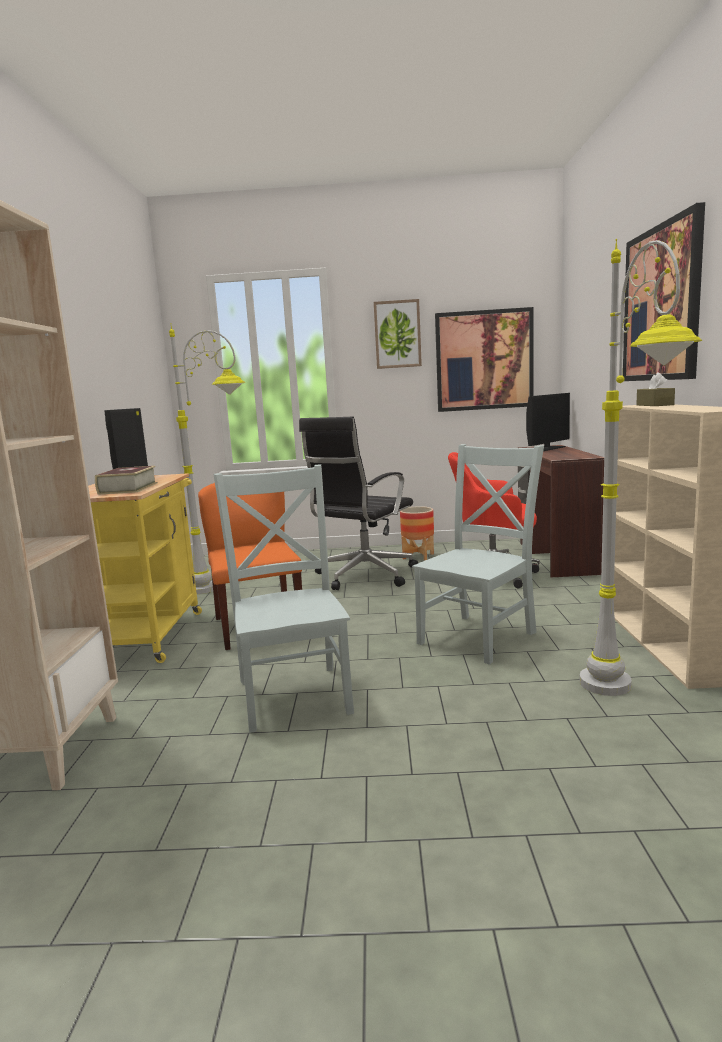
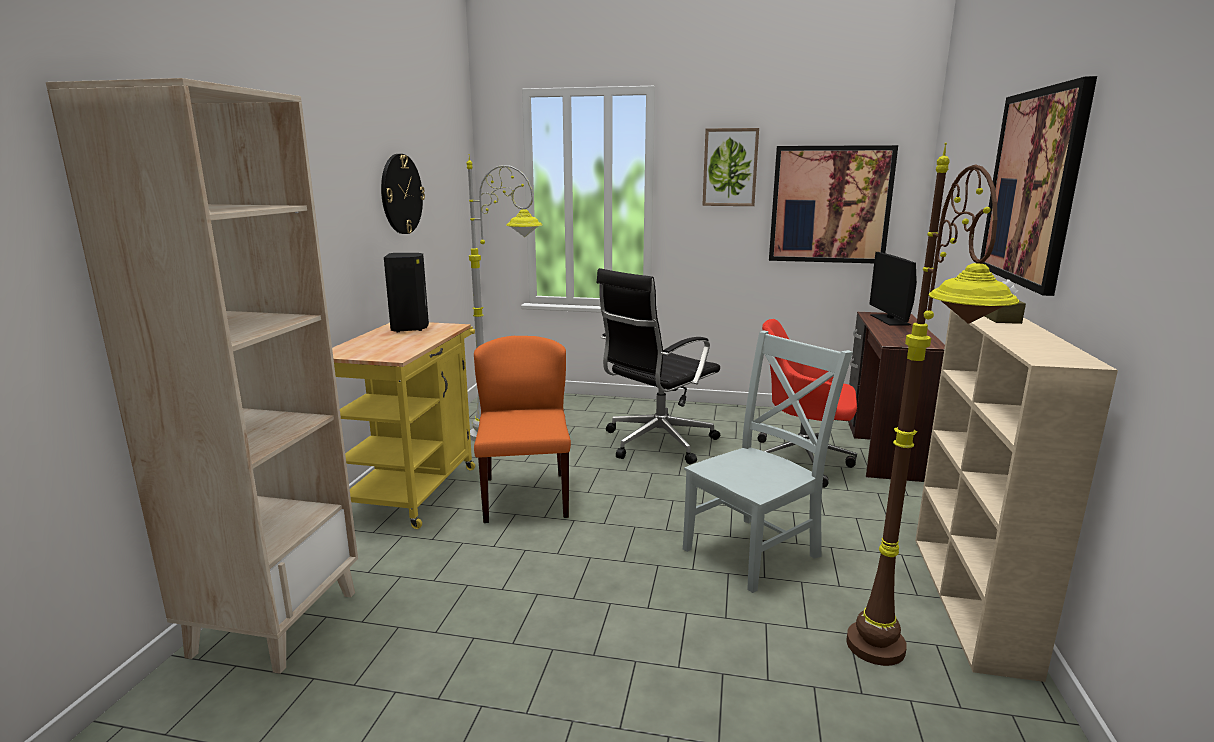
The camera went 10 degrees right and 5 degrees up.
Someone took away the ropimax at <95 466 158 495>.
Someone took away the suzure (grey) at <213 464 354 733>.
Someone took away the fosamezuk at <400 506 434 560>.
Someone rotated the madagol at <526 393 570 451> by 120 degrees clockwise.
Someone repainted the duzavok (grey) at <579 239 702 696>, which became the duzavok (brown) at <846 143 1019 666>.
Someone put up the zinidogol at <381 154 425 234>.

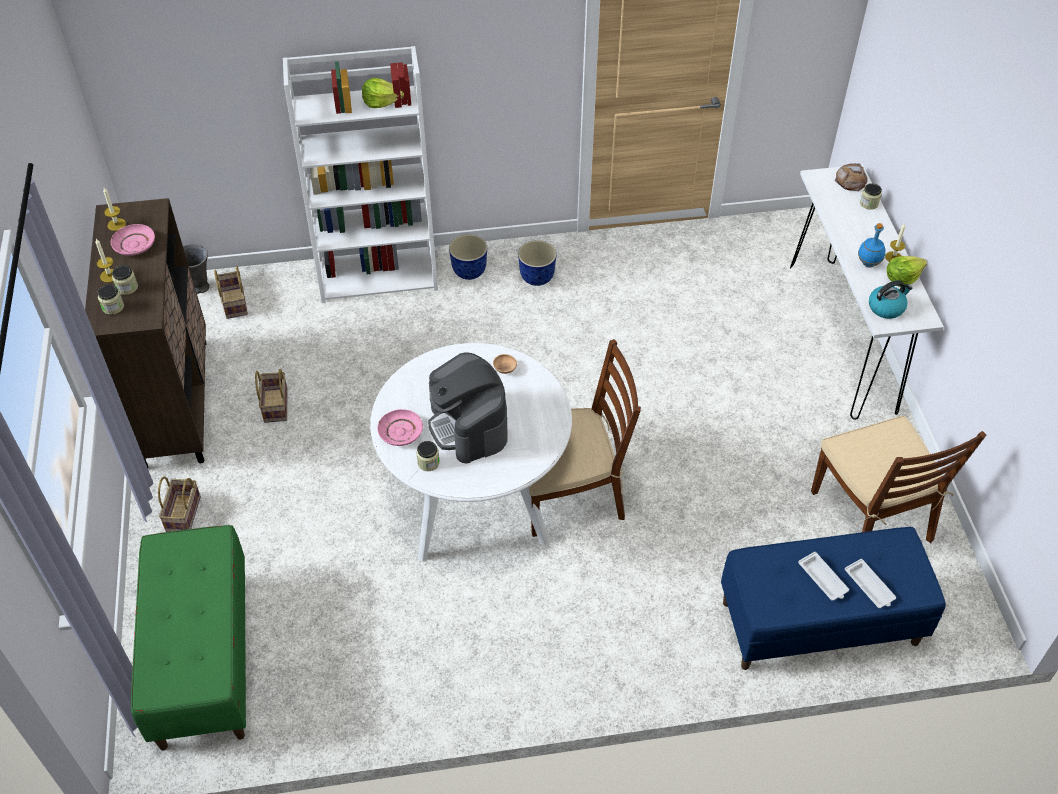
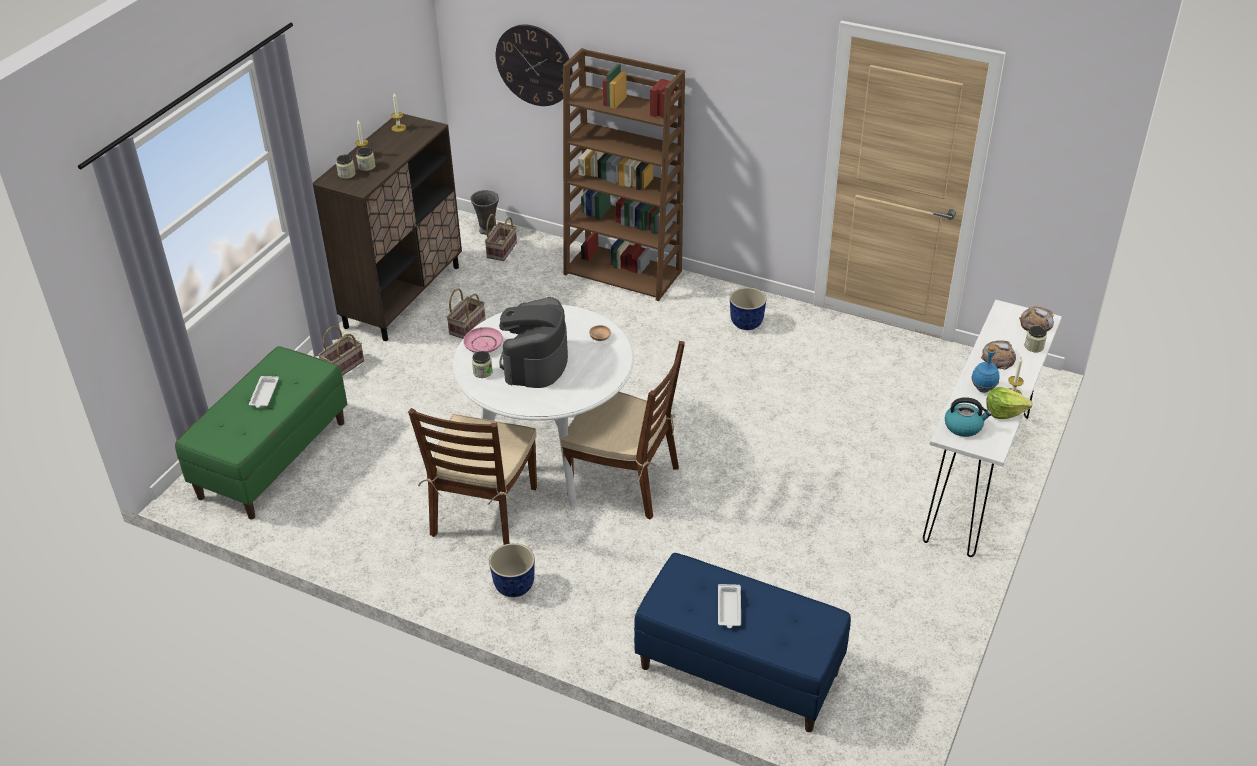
The camera went 35 degrees right and 10 degrees down.
Someone took away the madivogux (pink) at <111 224 155 256>.
Someone repainted the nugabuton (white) at <283 46 438 303>, which became the nugabuton (brown) at <563 48 685 301>.
Someone took away the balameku at <362 78 404 108>.
Someone carried the fosamezuk from <449 234 487 280> to <489 543 535 597>.
Someone carried the suzure (brown) from <811 416 986 543> to <408 408 537 545>.
Someone carried the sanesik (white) from <845 559 896 608> to <249 376 279 408>.
Someone put up the zinidogol at <496 24 573 106>.
Someone put down the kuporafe at <981 340 1016 370>.

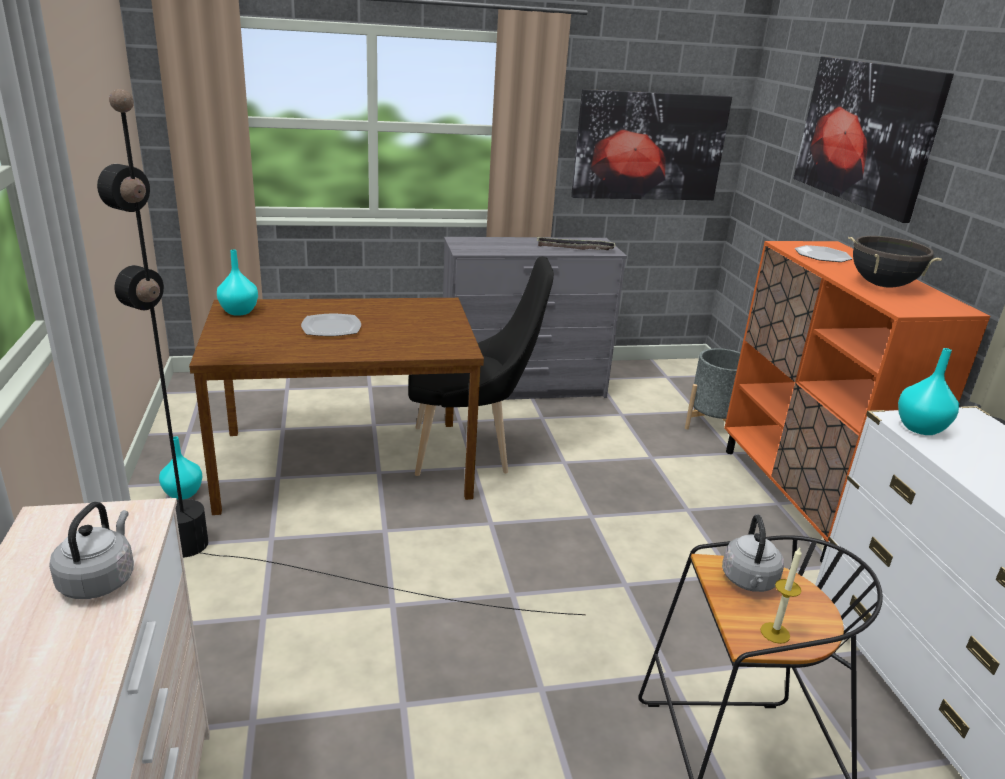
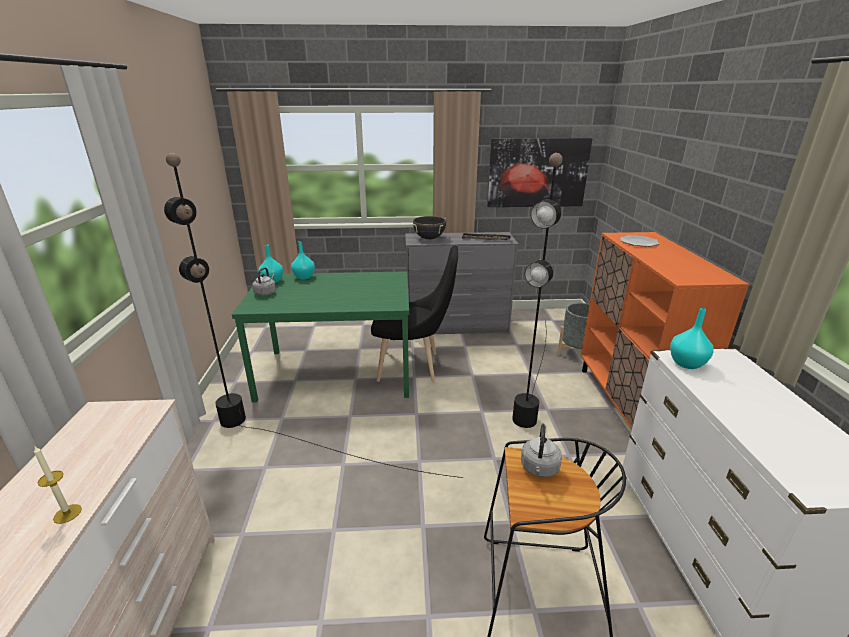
The camera went 10 degrees right and 0 degrees up.
Someone carried the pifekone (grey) from <49 502 134 599> to <252 267 276 296>.
Someone carried the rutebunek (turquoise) from <159 436 203 500> to <291 241 315 279>.
Someone repainted the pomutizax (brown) at <189 298 484 515>, which became the pomutizax (green) at <232 271 409 403>.
Someone took away the madivogux at <301 314 361 336>.
Someone carried the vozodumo from <760 548 802 644> to <34 446 82 524>.
Someone took away the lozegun at <793 56 954 223>.
Someone carried the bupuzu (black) from <848 236 942 288> to <412 216 446 240>.
Someone put down the duzavok (black) at <512 153 563 428>.

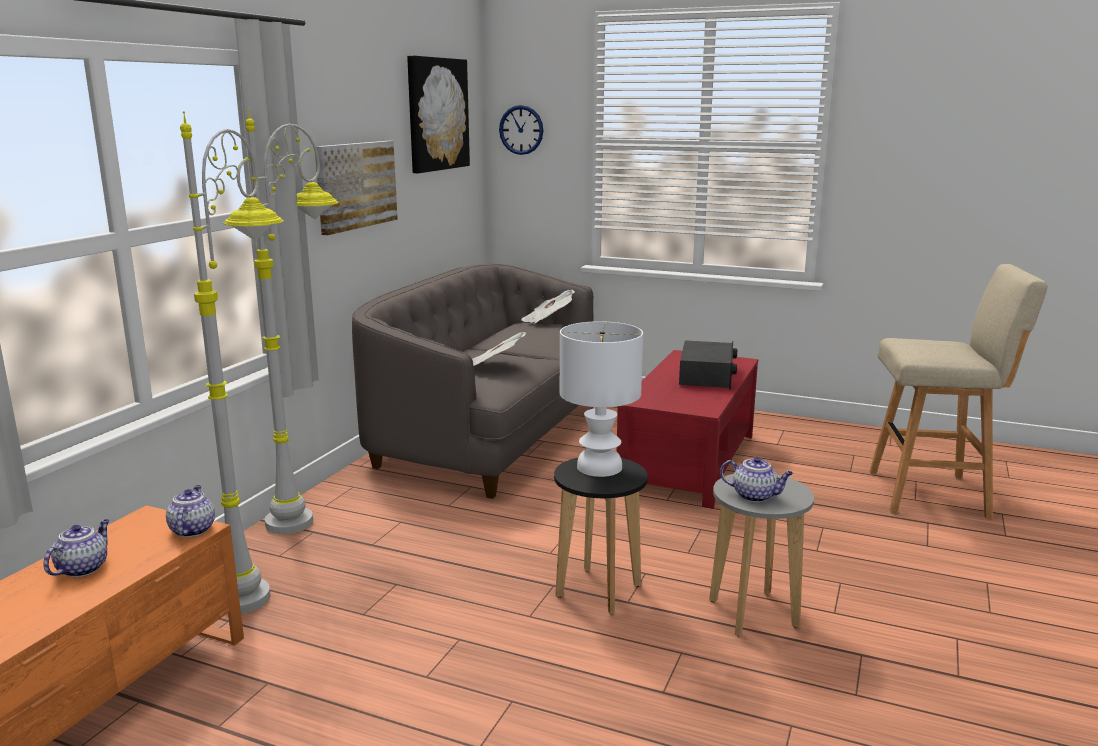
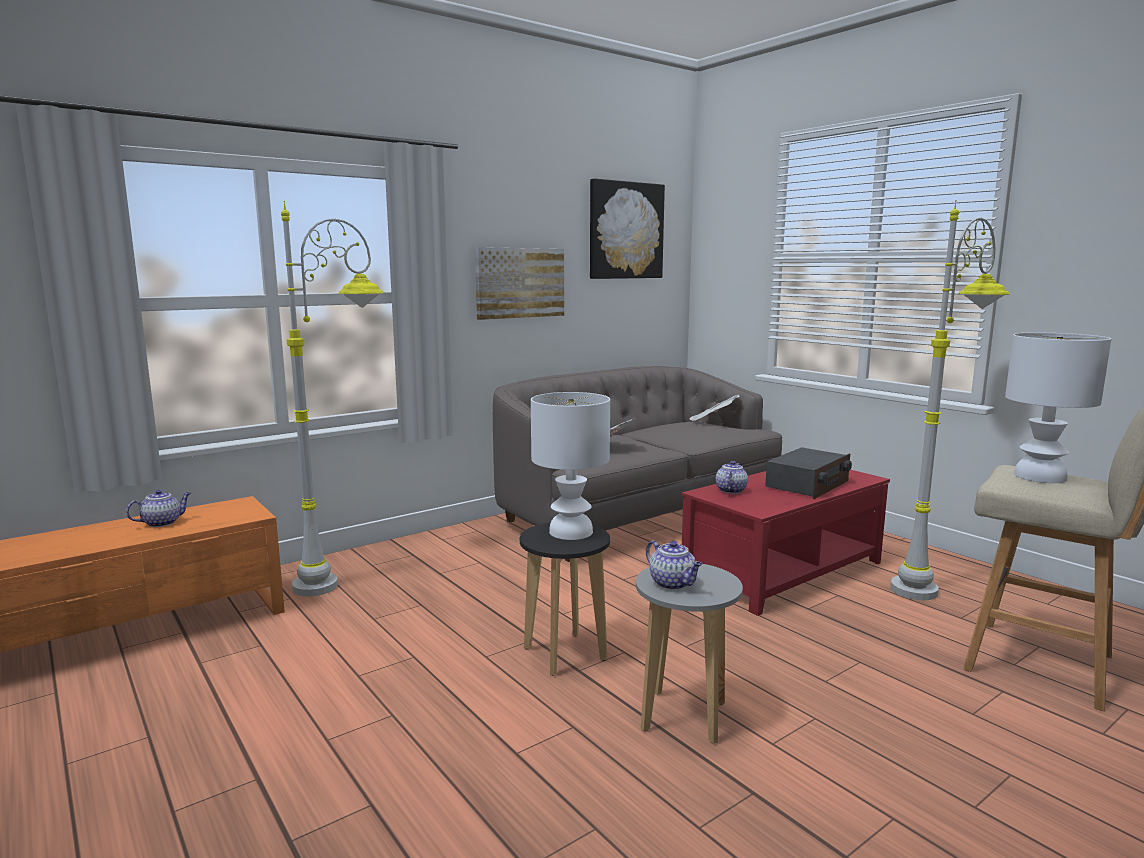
The camera went 30 degrees right and 5 degrees down.
Someone carried the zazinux from <166 485 215 537> to <716 461 748 494>.
Someone carried the duzavok (grey) from <245 109 338 534> to <890 200 1010 600>.
Someone took away the zinidogol at <499 105 543 155>.
Someone put down the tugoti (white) at <1005 333 1111 483>.

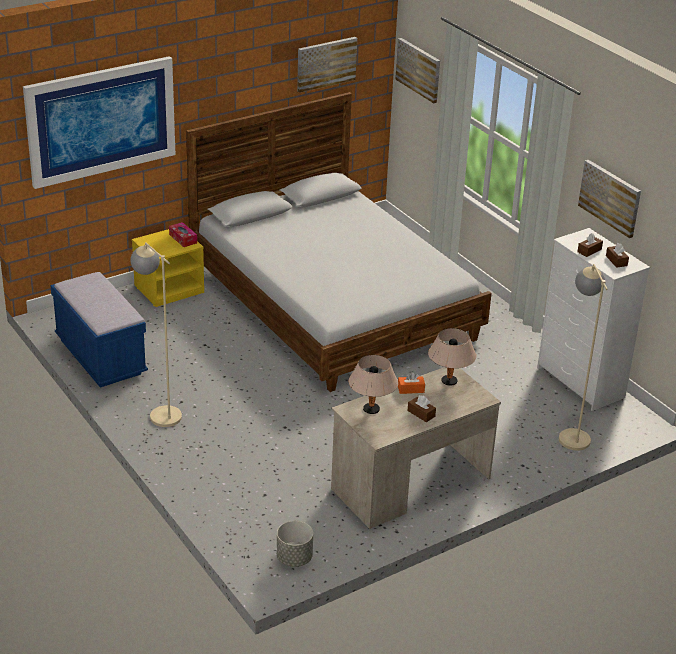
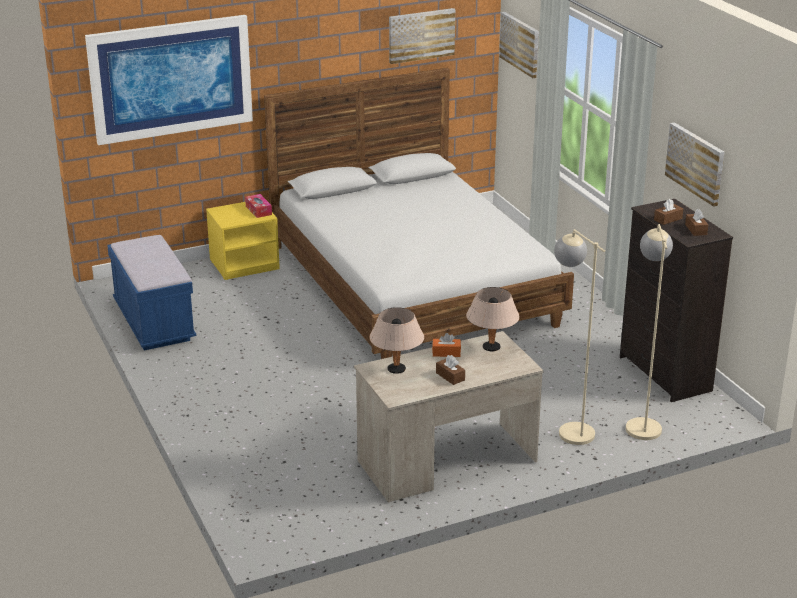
The camera went 10 degrees right and 5 degrees down.
Someone carried the duzavok (beige) from <130 242 182 427> to <554 229 605 445>.
Someone took away the fosamezuk (grey) at <277 521 313 567>.
Someone repainted the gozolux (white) at <537 228 650 411>, which became the gozolux (black) at <620 199 733 402>.

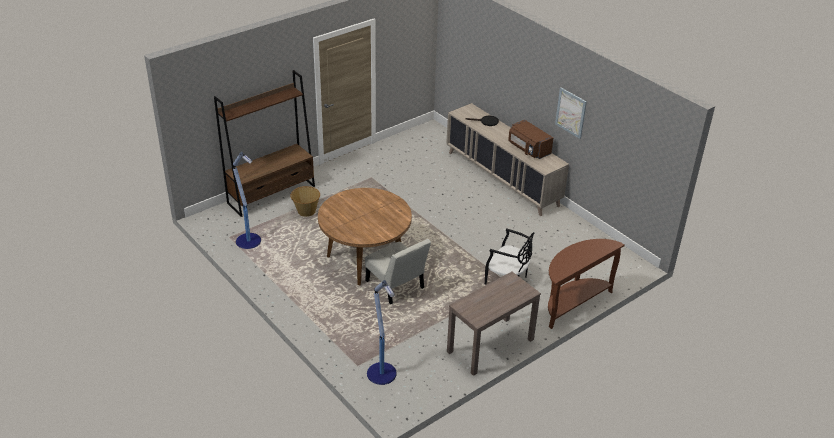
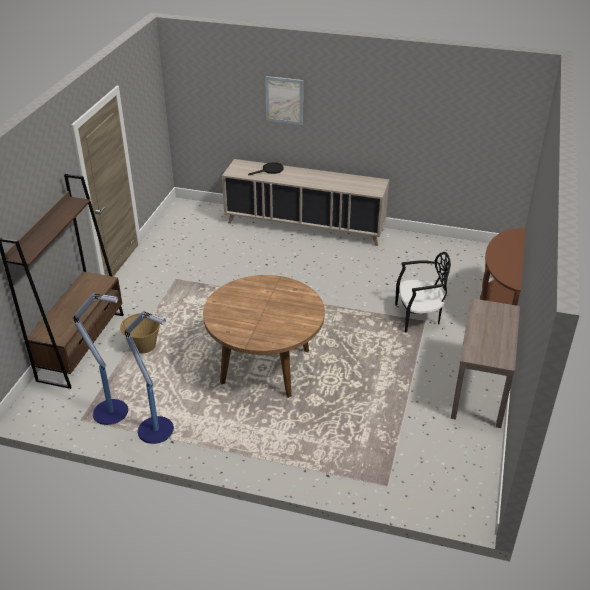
The camera went 35 degrees left and 0 degrees up.
Someone took away the suzure (white) at <365 239 431 304>.
Someone carried the duzavok from <367 280 397 385> to <125 311 174 444>.
Someone took away the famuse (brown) at <508 120 553 159>.
Someone carried the lozegun from <555 88 587 139> to <265 76 303 125>.

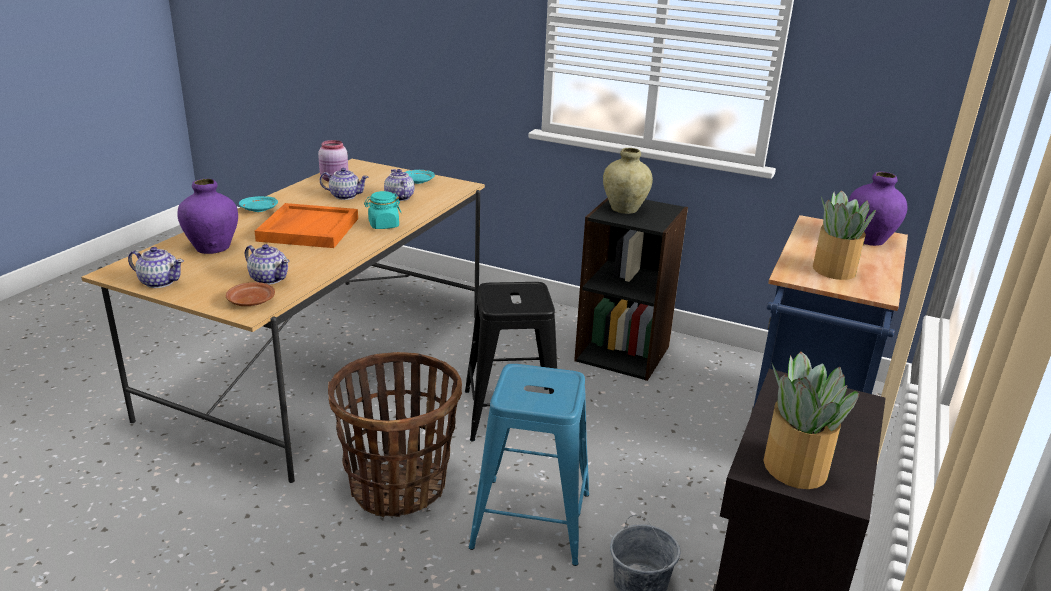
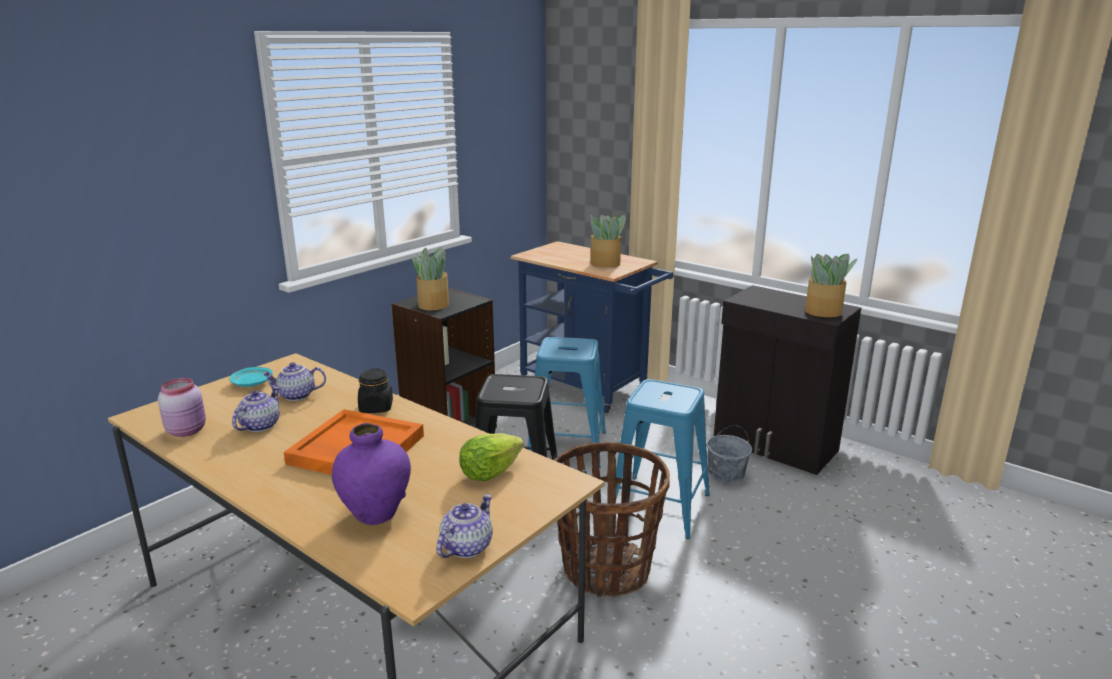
The camera went 75 degrees left and 5 degrees down.
Someone took away the madivogux (brown) at <226 282 275 306>.
Someone took away the madivogux (turquoise) at <239 196 278 212>.
Someone swapped the zazinux at <245 244 289 285> for the balameku at <459 433 524 481>.
Someone repainted the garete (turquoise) at <364 191 402 229>, which became the garete (black) at <358 368 393 413>.
Someone swapped the rutebunek (beige) at <603 148 653 214> for the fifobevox at <412 247 449 311>.
Someone took away the rutebunek (purple) at <848 171 907 246>.
Someone put down the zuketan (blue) at <528 337 606 468>.

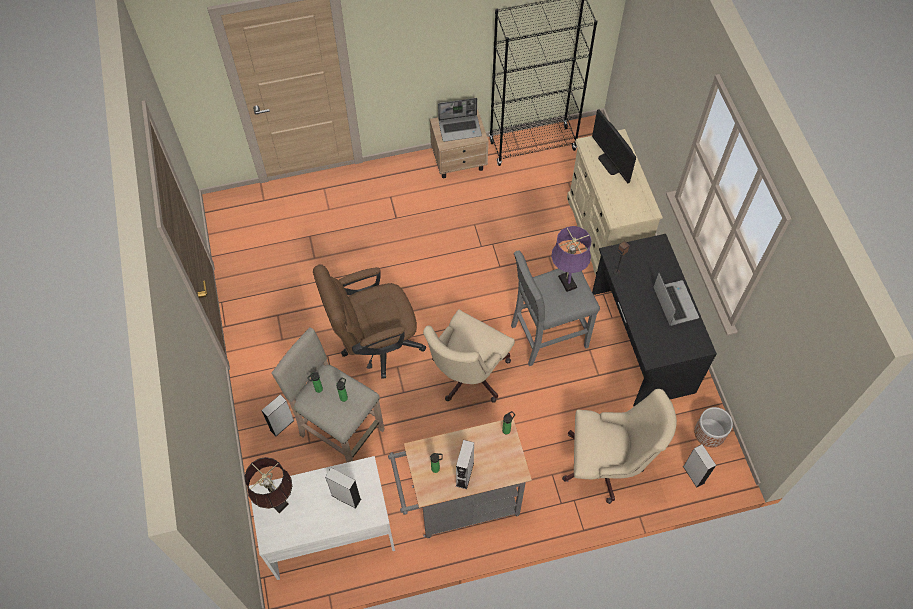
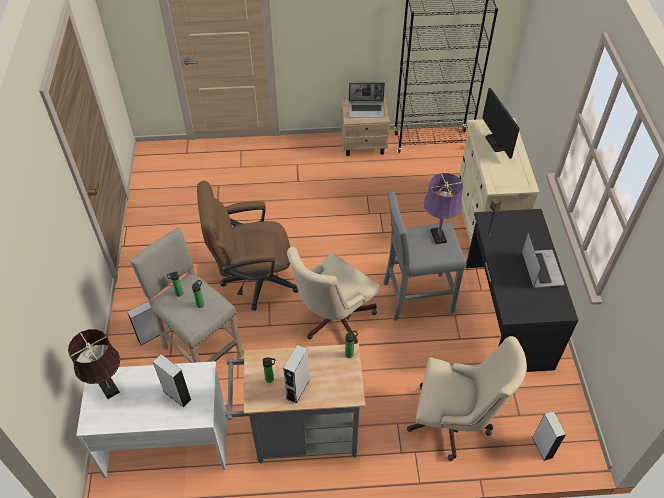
The camera went 10 degrees right and 10 degrees down.
Someone took away the fosamezuk at <694 407 733 447>.

